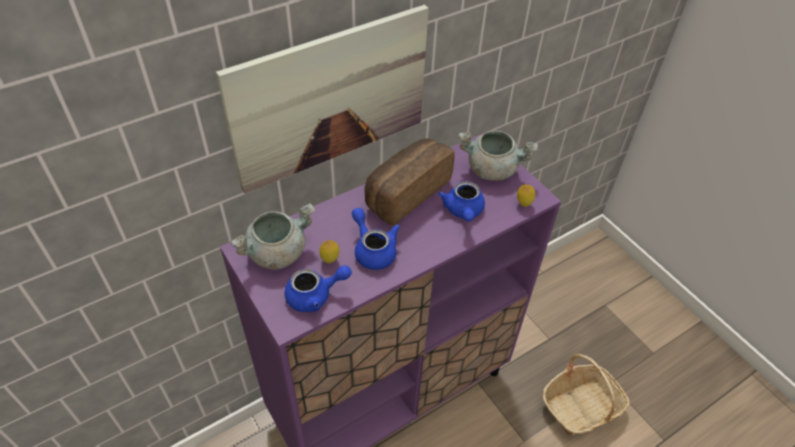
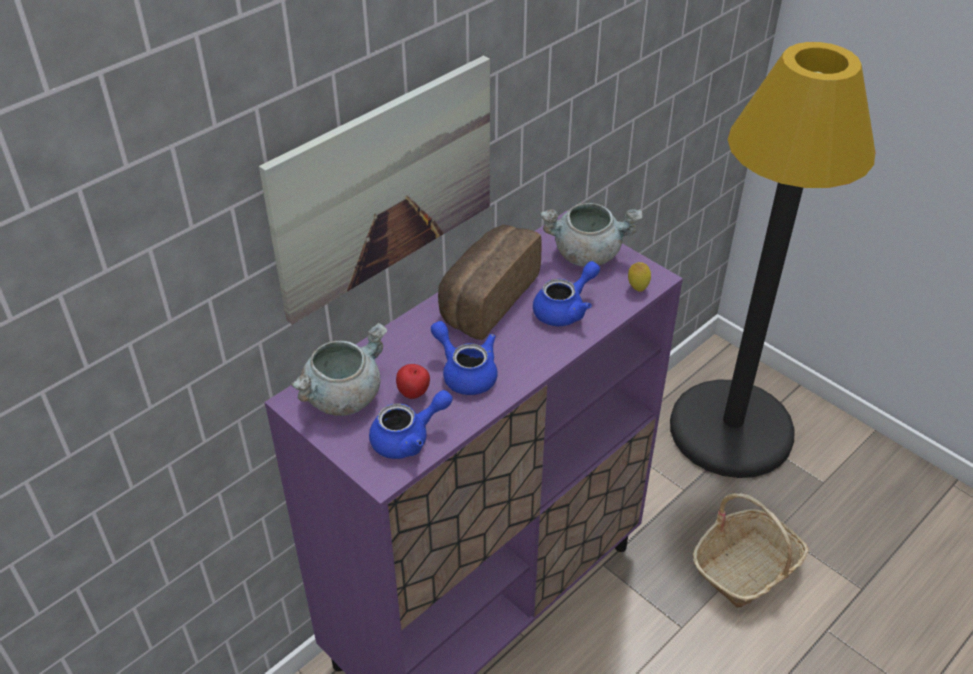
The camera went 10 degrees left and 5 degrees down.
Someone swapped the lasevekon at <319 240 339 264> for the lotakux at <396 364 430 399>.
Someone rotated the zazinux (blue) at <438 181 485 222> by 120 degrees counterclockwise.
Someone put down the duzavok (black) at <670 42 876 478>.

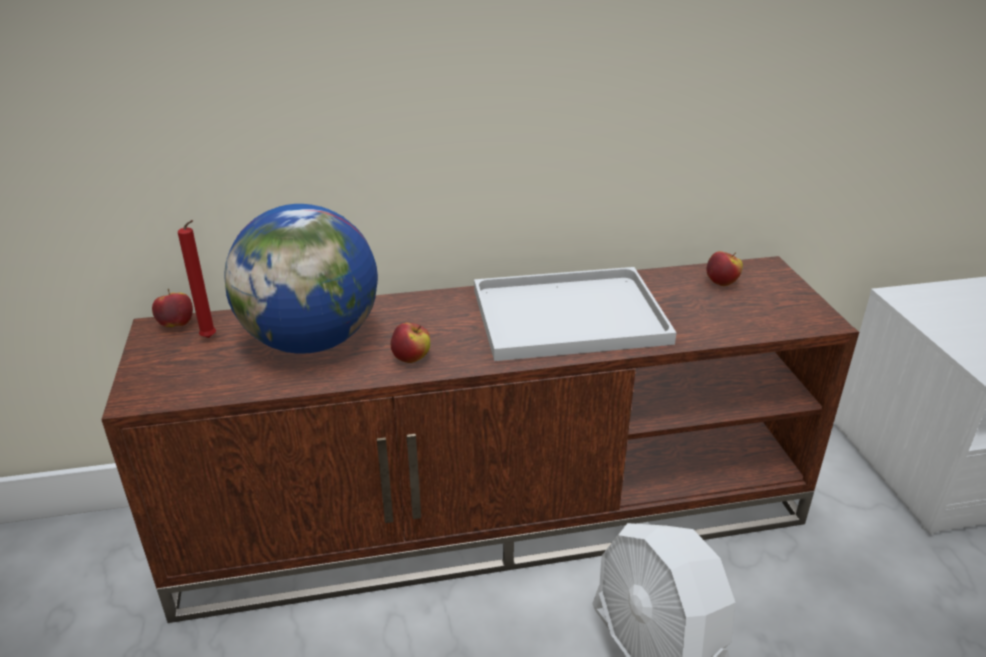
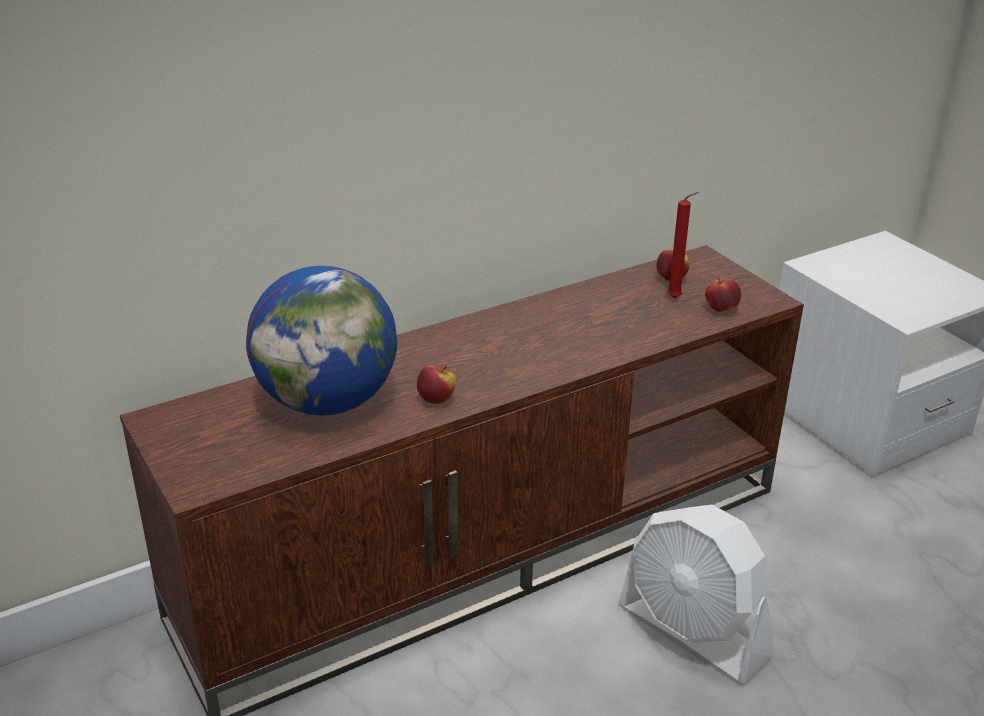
The camera went 20 degrees left and 0 degrees up.
Someone carried the lotakux from <152 289 193 327> to <705 277 741 312>.
Someone carried the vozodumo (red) from <178 220 216 338> to <667 192 699 298>.
Someone took away the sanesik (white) at <474 267 676 361>.

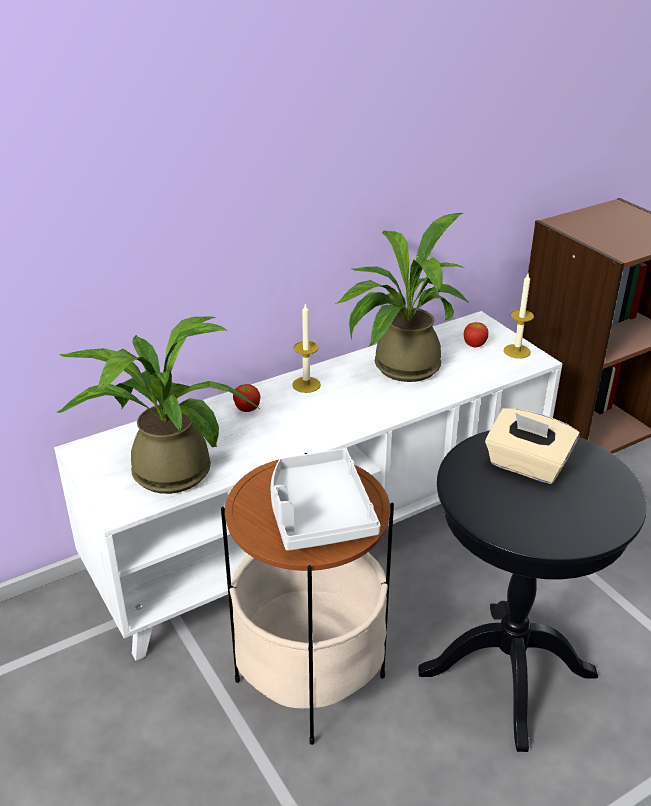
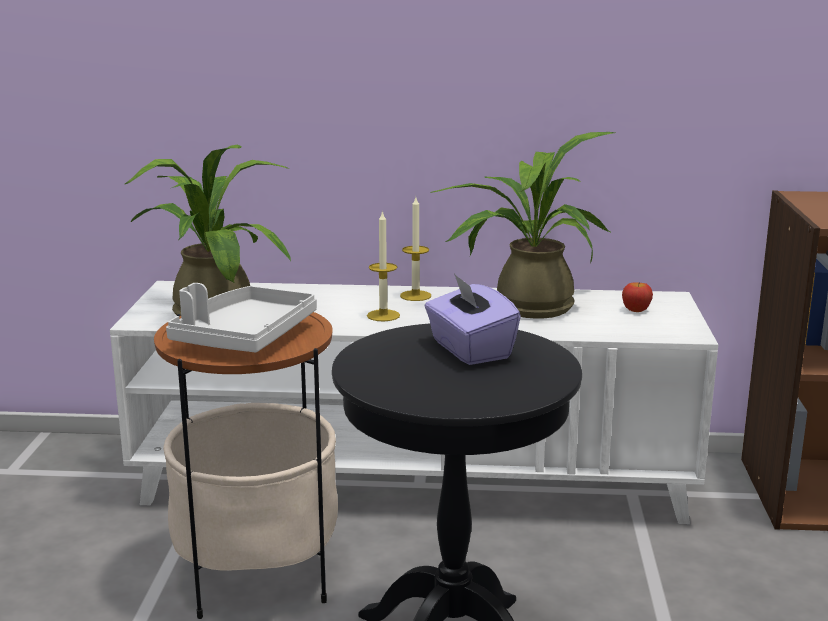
The camera went 35 degrees right and 15 degrees down.
Someone took away the lotakux at <233 384 260 412>.
Someone repainted the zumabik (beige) at <485 408 580 484>, which became the zumabik (purple) at <425 274 521 365>.
Someone carried the vozodumo from <503 272 534 359> to <367 210 400 321>.

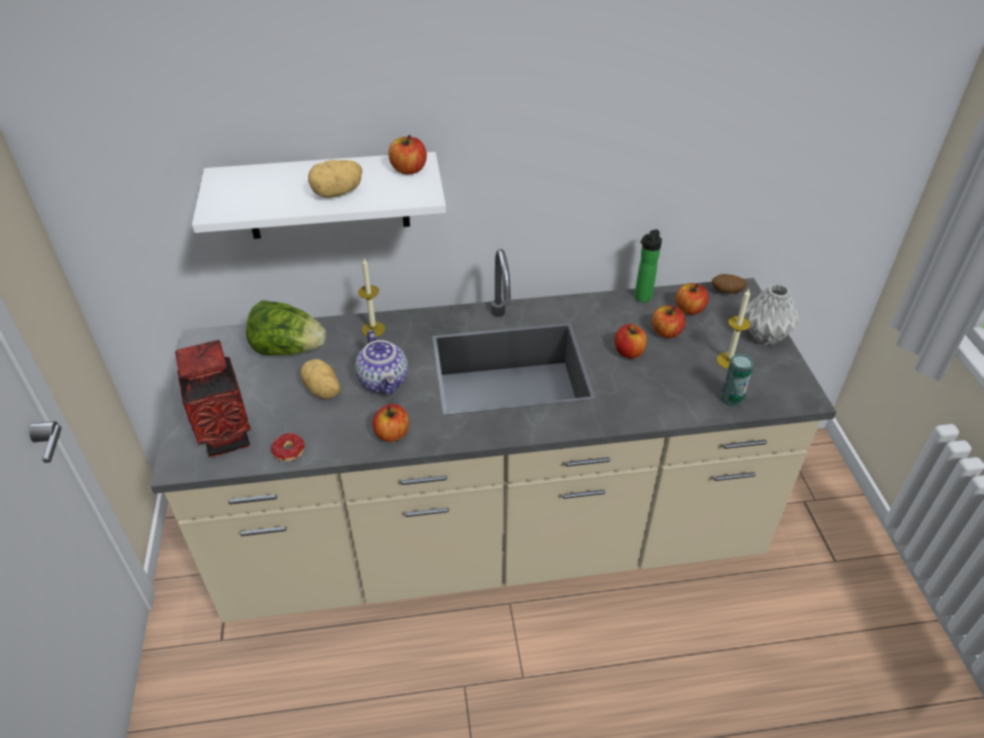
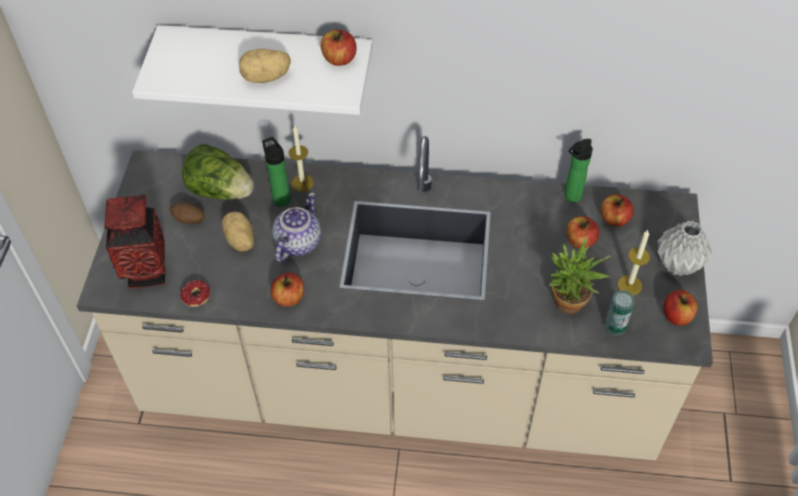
The camera went 15 degrees right and 10 degrees up.
Someone rotated the zazinux at <355 330 408 395> by 150 degrees counterclockwise.
Someone carried the lotakux from <615 324 647 359> to <664 290 698 326>.
Someone carried the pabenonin from <712 274 747 294> to <170 202 205 224>.
Someone put down the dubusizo at <262 137 291 207>.
Someone put down the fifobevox at <549 237 611 314>.

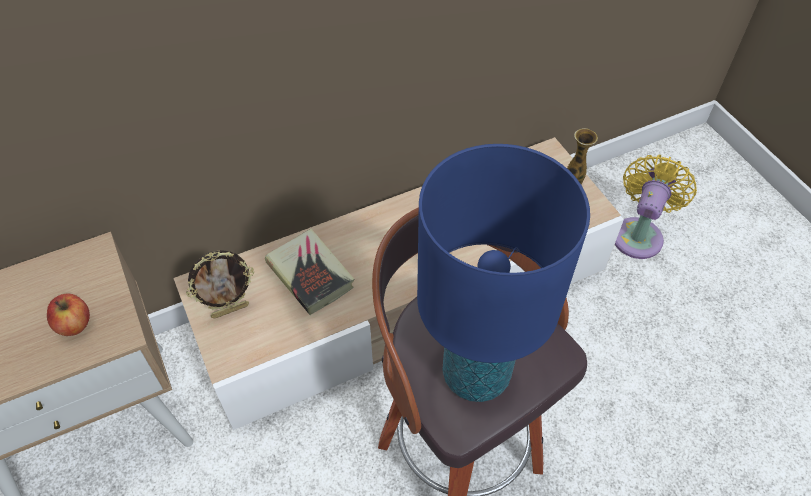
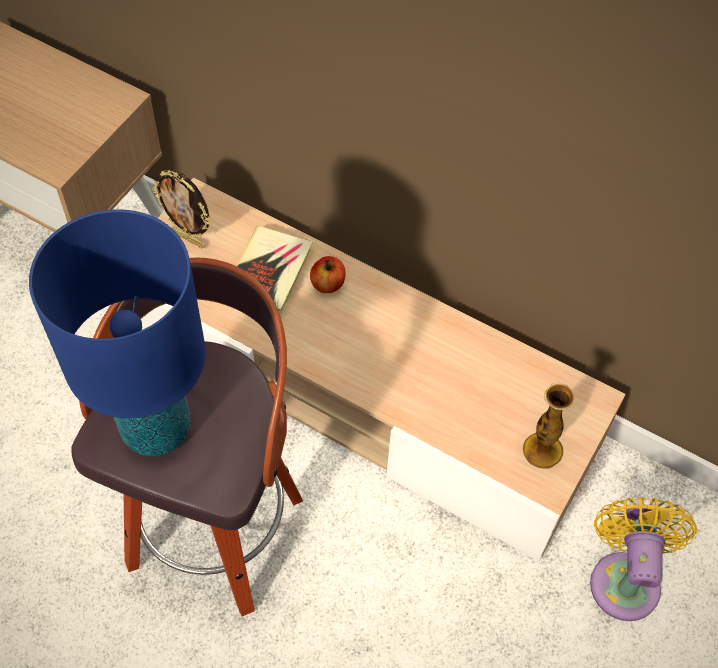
The camera went 55 degrees right and 5 degrees up.
Someone carried the lotakux from <47 294 90 336> to <310 256 346 293>.
Someone rotated the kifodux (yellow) at <615 155 697 259> by 75 degrees counterclockwise.

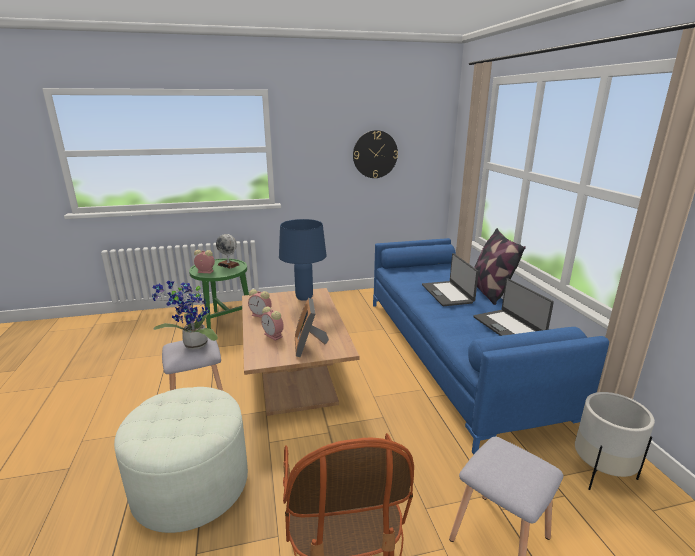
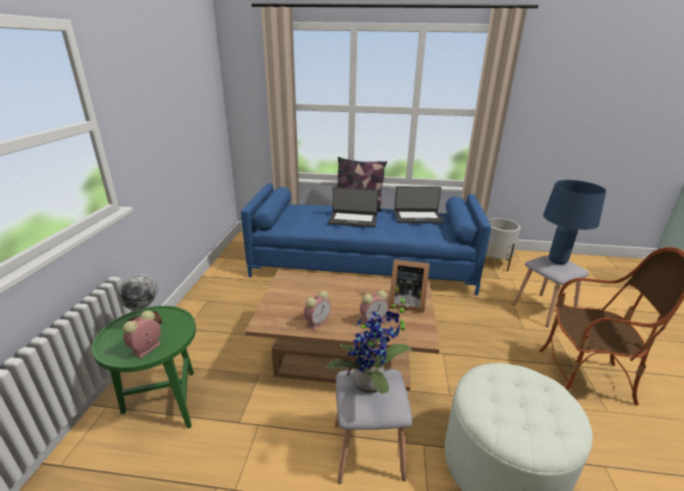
The camera went 70 degrees left and 5 degrees up.
Someone carried the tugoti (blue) from <279 219 327 301> to <543 180 606 265>.
Someone took away the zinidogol at <353 130 398 178>.

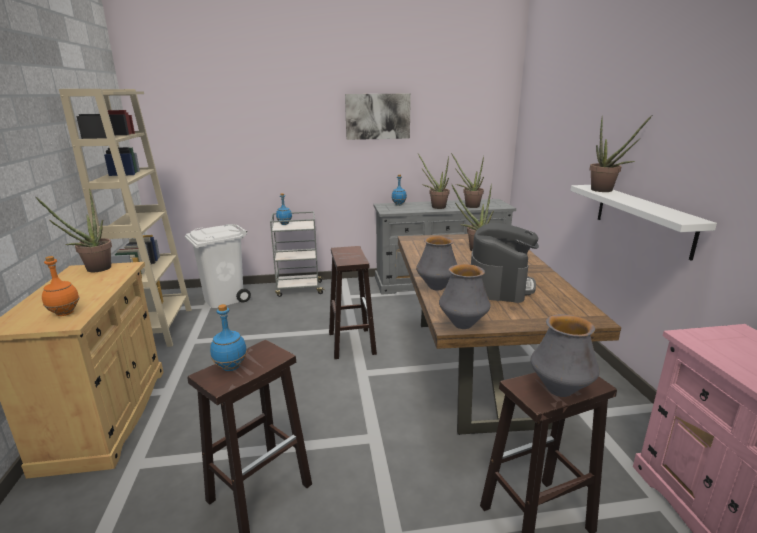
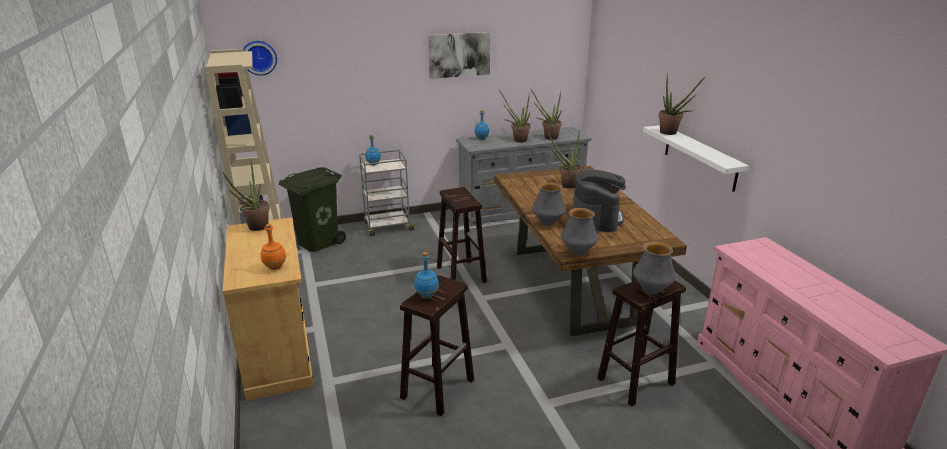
The camera went 10 degrees left and 5 degrees up.
Someone repainted the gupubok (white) at <185 224 251 308>, which became the gupubok (green) at <279 167 346 252>.
Someone put up the zinidogol at <243 41 277 76>.

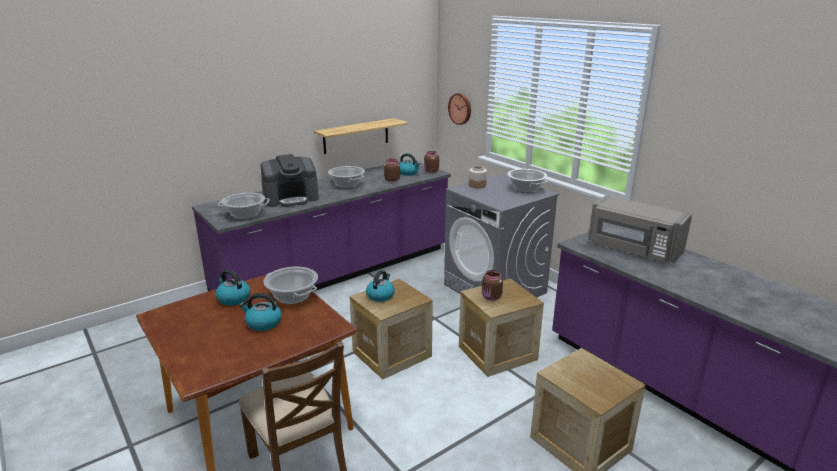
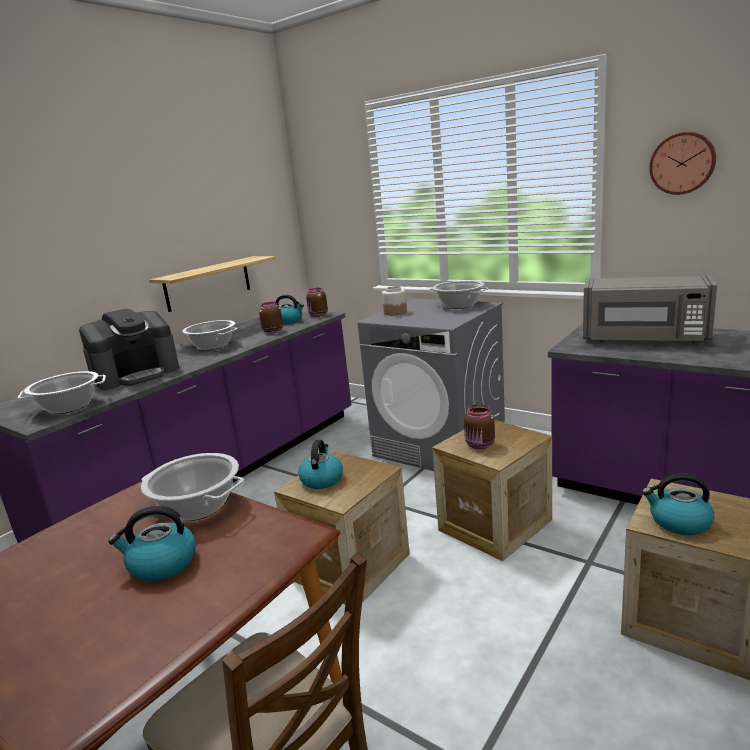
The camera went 15 degrees left and 5 degrees down.
Someone carried the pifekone from <216 270 250 306> to <642 473 714 535>.
Someone carried the zinidogol from <448 93 471 125> to <649 132 716 195>.

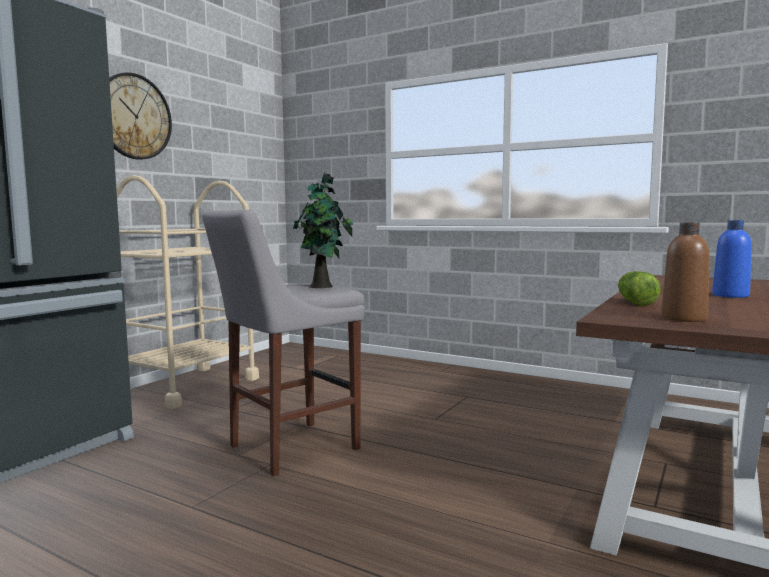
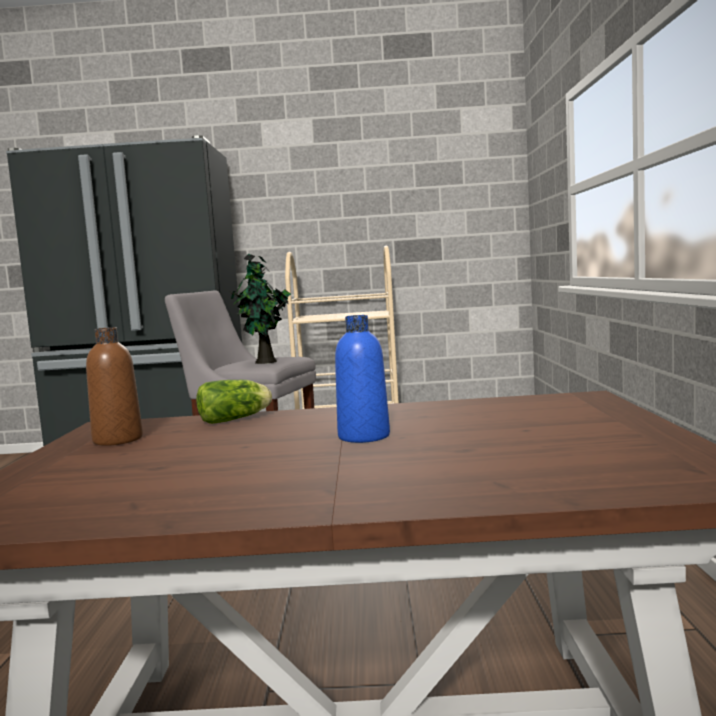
The camera went 60 degrees right and 0 degrees up.
Someone took away the zinidogol at <109 73 172 159>.

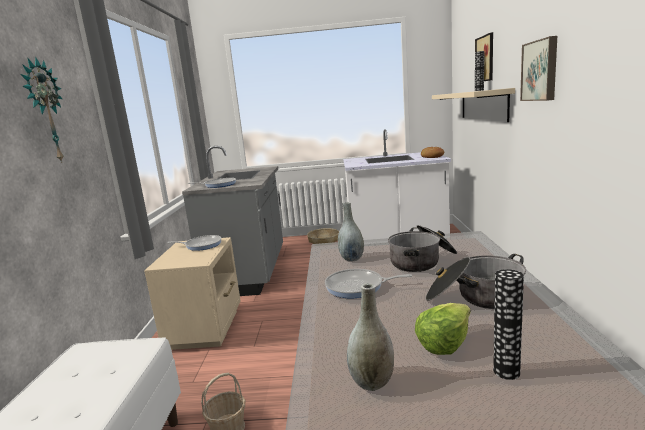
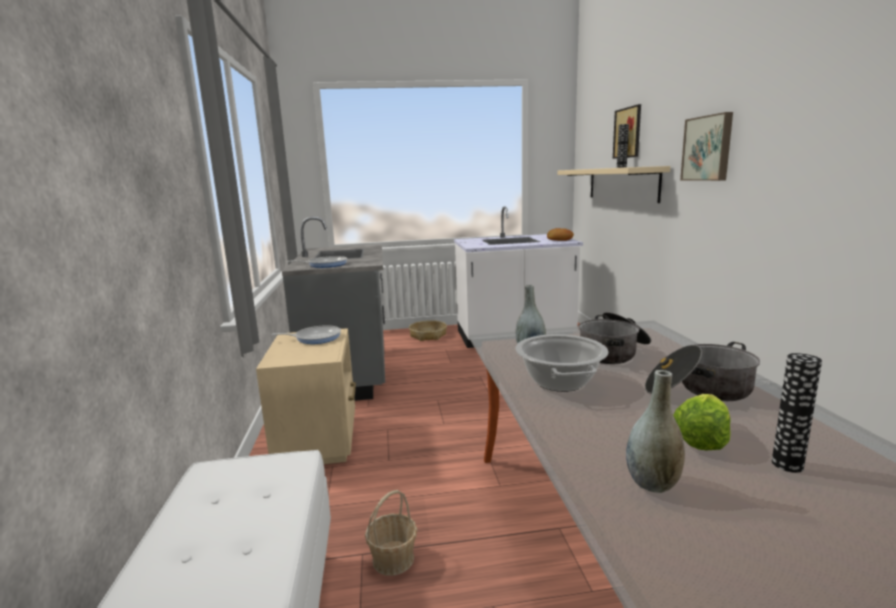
The camera went 10 degrees left and 0 degrees up.
Someone took away the zinidogol at <21 57 64 163>.
Someone swapped the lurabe at <325 269 413 298> for the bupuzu at <515 334 608 392>.

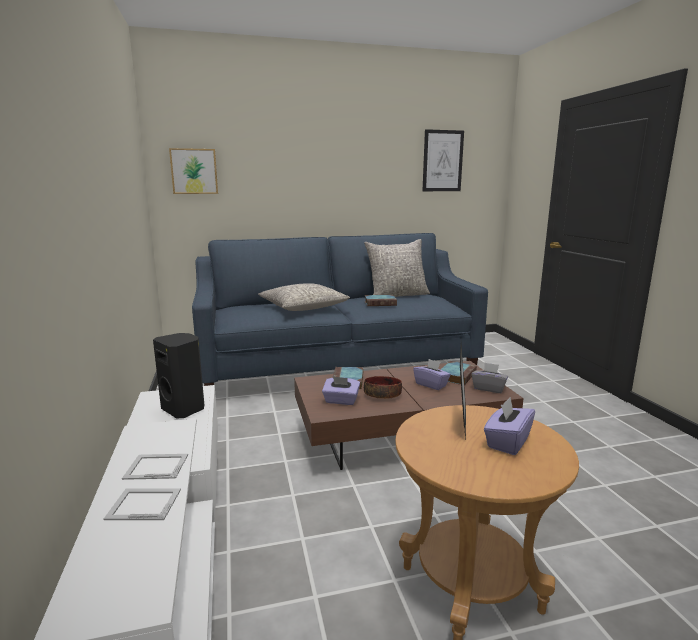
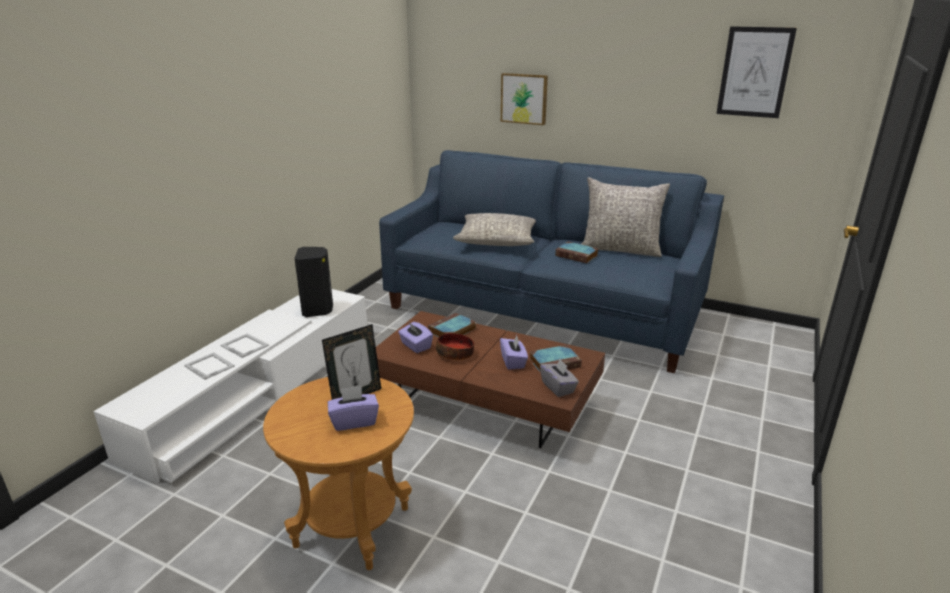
The camera went 40 degrees right and 10 degrees up.
Someone carried the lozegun from <169 148 218 194> to <501 73 548 125>.

